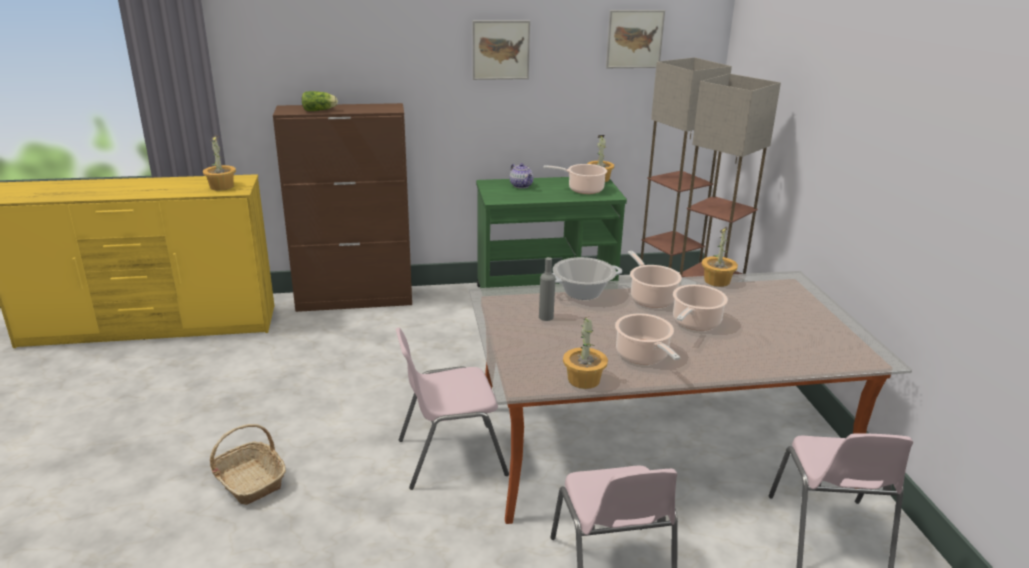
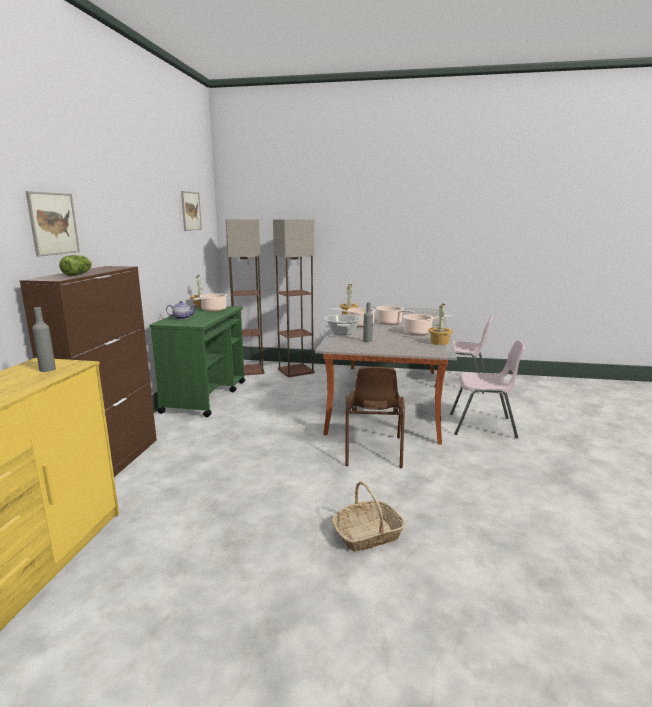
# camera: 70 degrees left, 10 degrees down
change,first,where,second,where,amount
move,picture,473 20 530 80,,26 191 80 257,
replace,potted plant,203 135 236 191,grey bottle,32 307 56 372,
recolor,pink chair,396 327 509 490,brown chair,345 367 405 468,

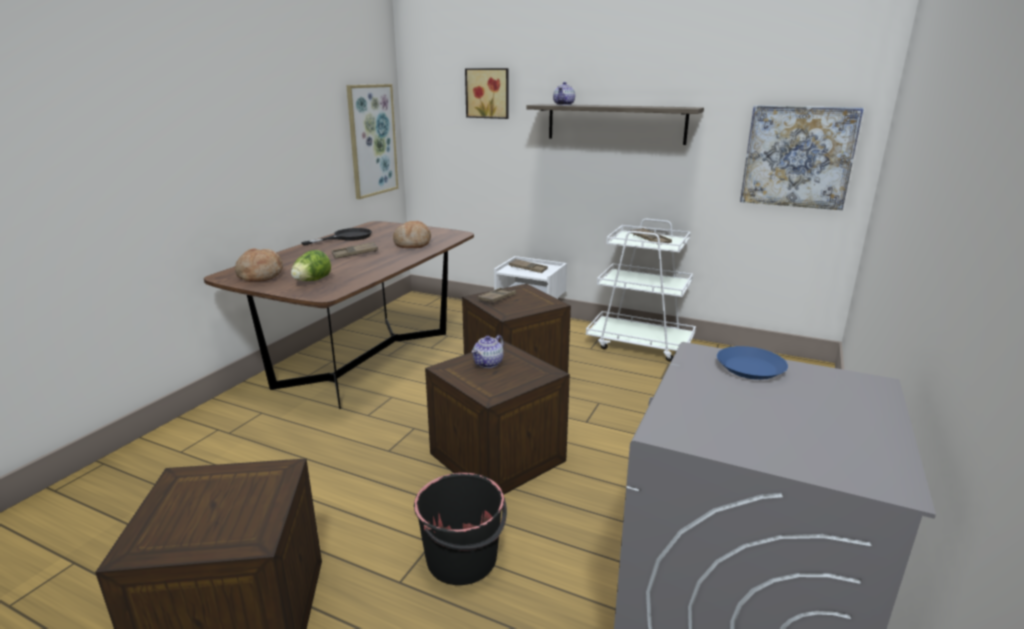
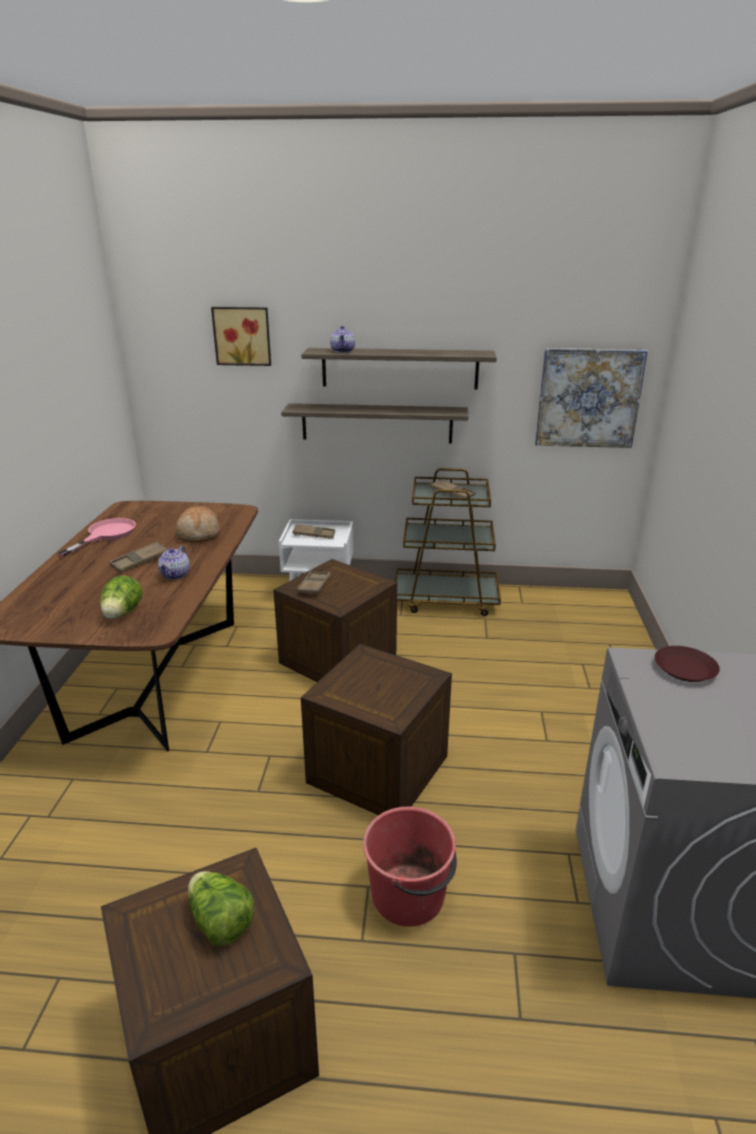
# camera: 20 degrees left, 5 degrees up
change,first,where,second,where,amount
delete,picture,346 84 398 199,,,
recolor,white cart,586 219 696 362,brown cart,395 468 501 616,
recolor,black frying pan,301 228 372 245,pink frying pan,57 518 136 557,
delete,bread,235 248 283 282,,,
move,teapot,472 335 504 368,,158 546 190 580,
recolor,blue plate,717 346 788 380,brown plate,655 646 720 682,
recolor,black bucket,414 473 507 585,red bucket,363 807 457 927,
insert,,,shelf,281 403 468 443,
insert,,,lettuce,188 871 254 946,

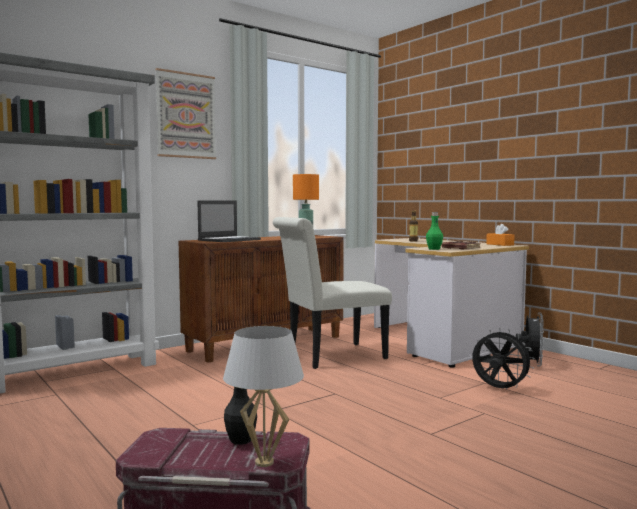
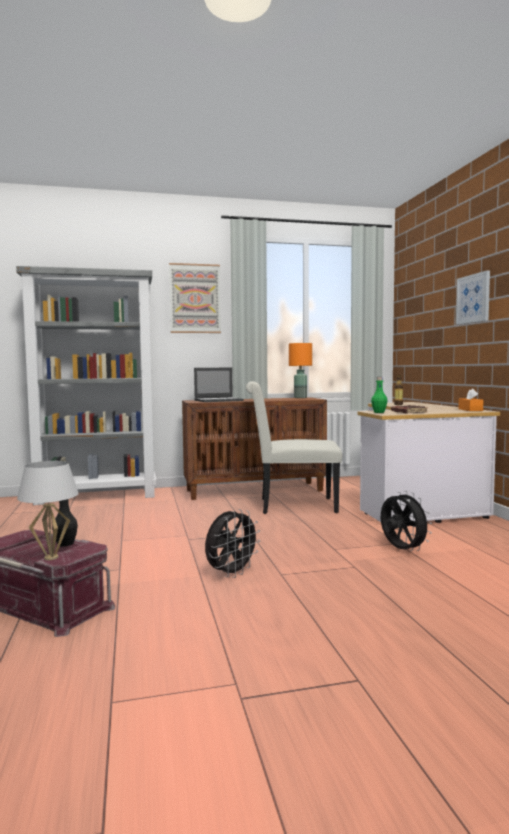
# camera: 25 degrees right, 0 degrees up
change,first,where,second,where,amount
move,black fan,516 312 544 366,,205 509 260 578,
insert,,,picture,456 270 490 325,

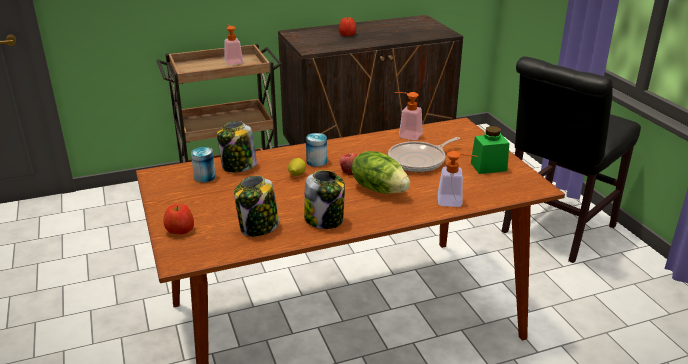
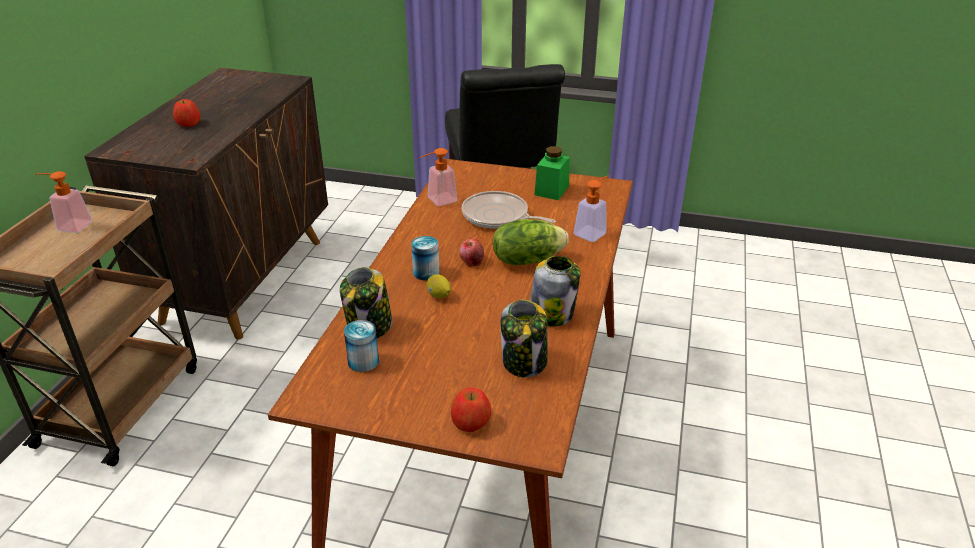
# camera: 55 degrees left, 5 degrees up
change,first,where,second,where,amount
rotate,frying pan,388 137 460 172,,462 191 556 229,120 degrees clockwise

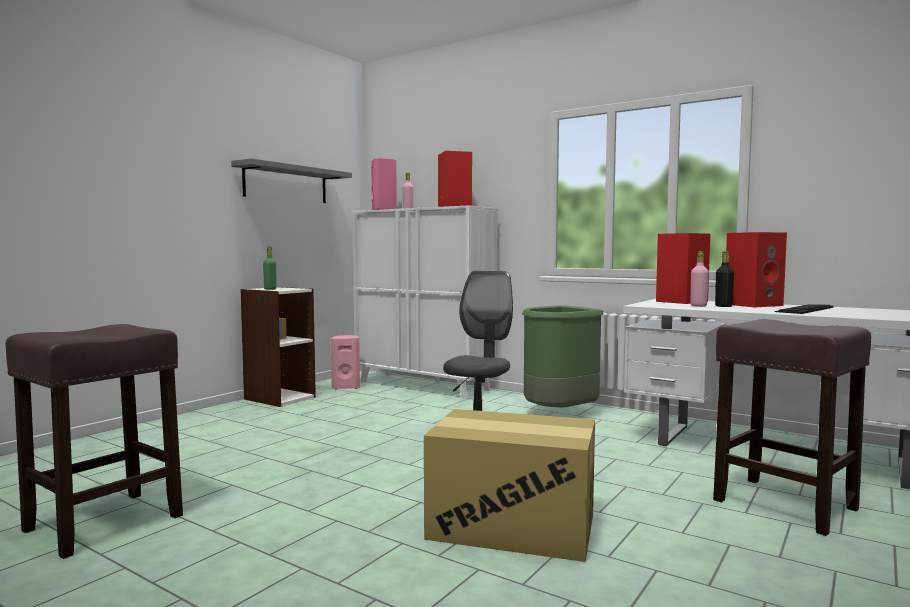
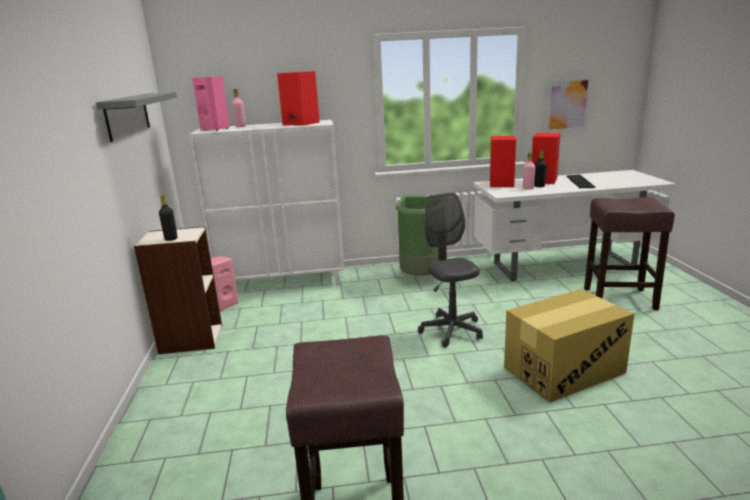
# camera: 40 degrees left, 15 degrees up
change,first,where,second,where,amount
recolor,green bottle,263 247 277 290,black bottle,159 195 177 241,
insert,,,picture,546 77 591 132,

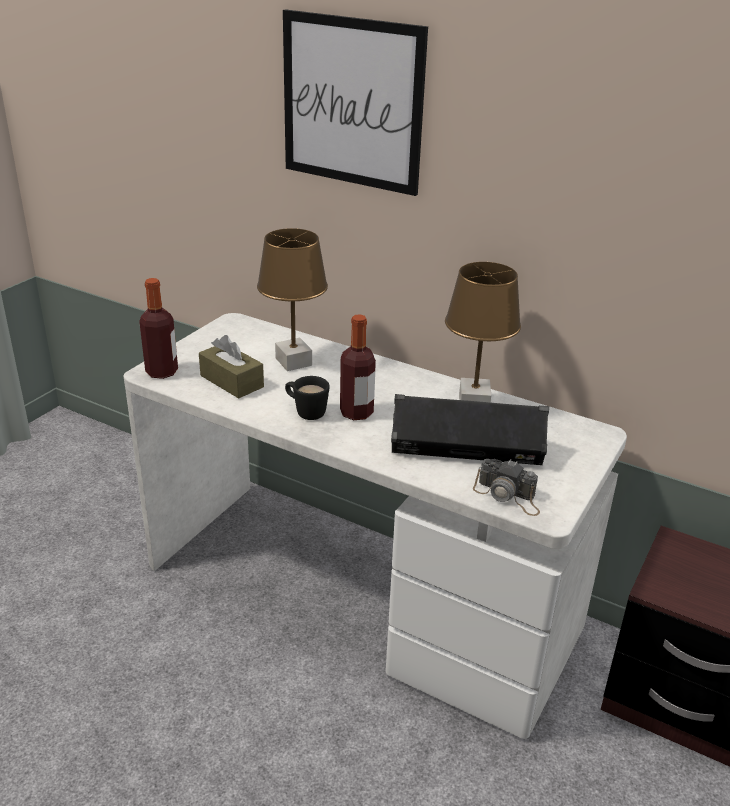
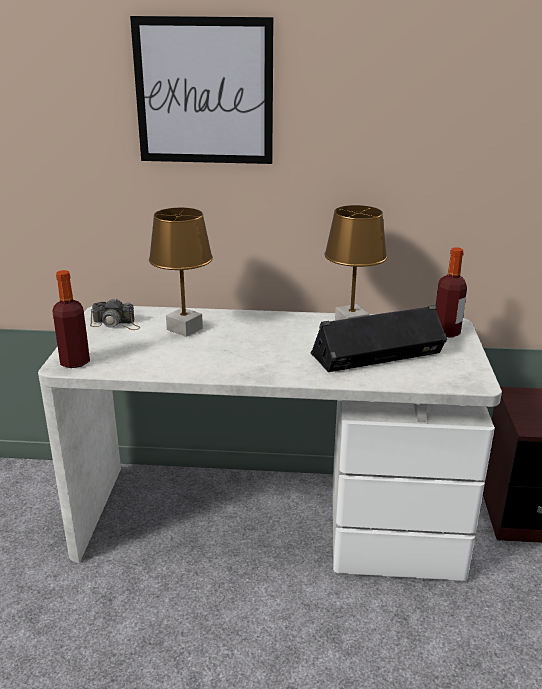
# camera: 25 degrees left, 5 degrees down
change,first,where,second,where,amount
move,bottle,340 314 376 420,,436 248 467 338,
delete,brown tissue box,199 335 264 399,,,
delete,black mug,285 376 330 420,,,
move,photo camera,473 459 540 516,,90 298 140 330,

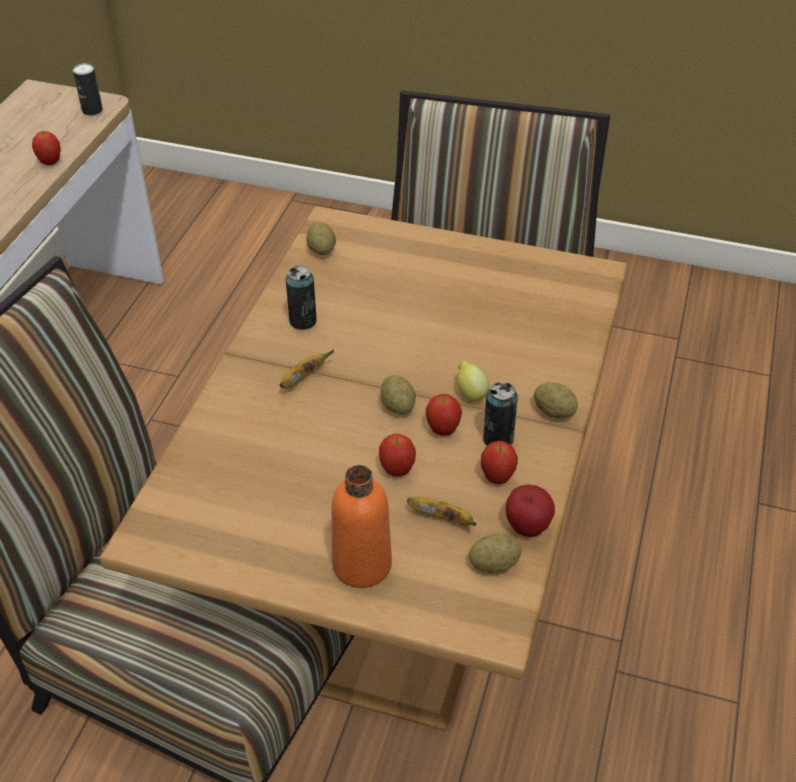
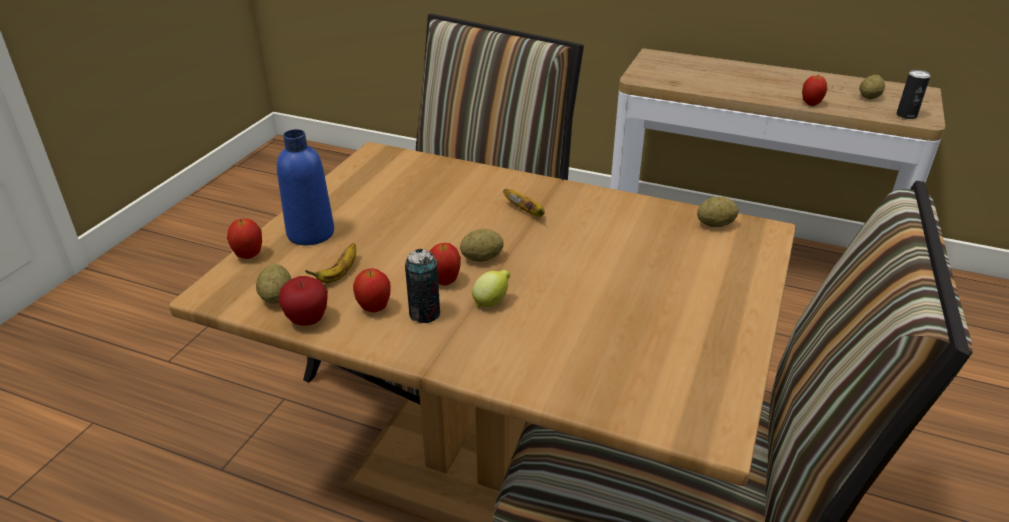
# camera: 95 degrees right, 10 degrees down
change,first,where,second,where,amount
delete,can,286 266 316 330,,,
move,potato,534 382 578 418,,859 75 885 99,
move,apple,379 434 416 477,,227 219 262 259,
recolor,orange bottle,331 465 392 588,blue bottle,277 129 334 245,

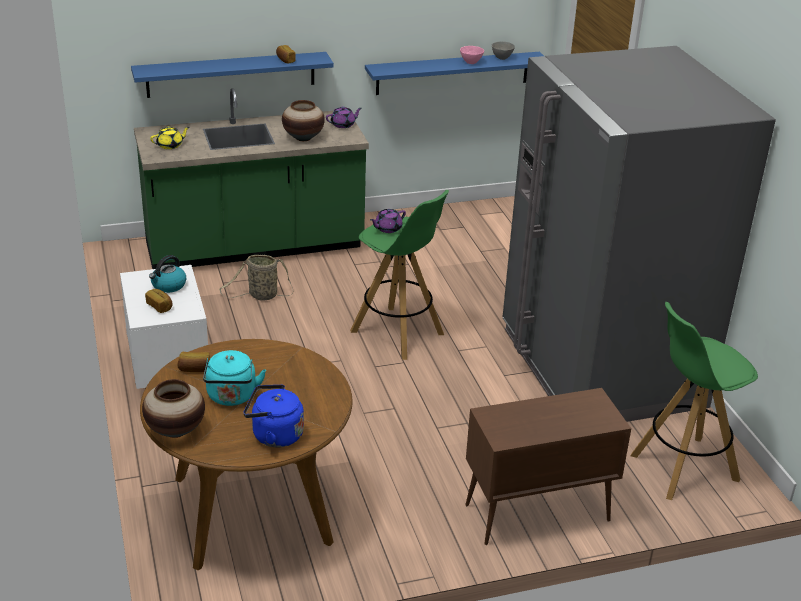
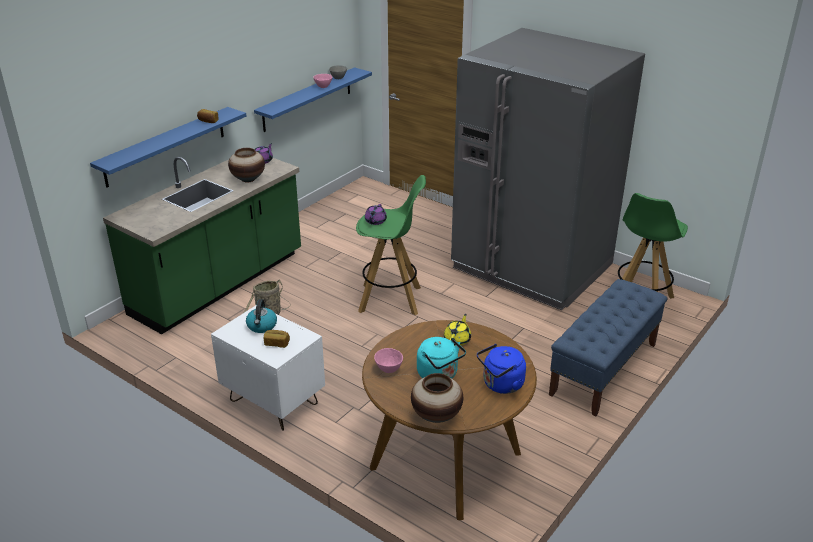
# camera: 35 degrees left, 0 degrees up
change,first,where,second,where,amount
move,yellow teapot,150 127 190 149,,444 314 471 345,
replace,bread,177 352 210 372,pink bowl,374 348 403 373,
replace,brown cabinet,465 388 631 545,blue bench,549 279 667 416,

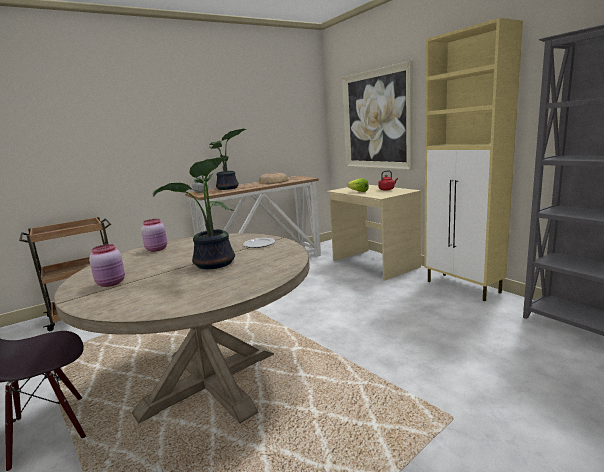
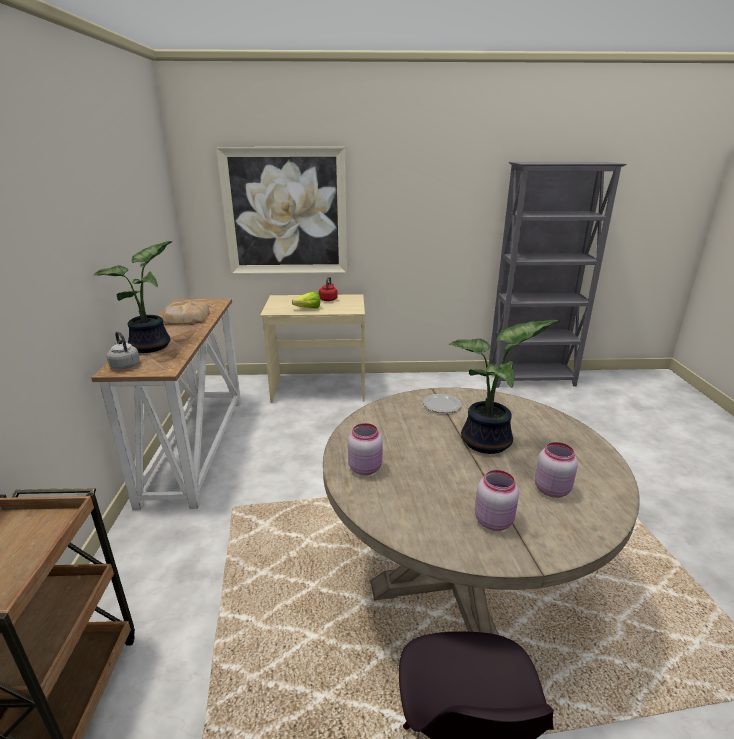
# camera: 60 degrees left, 10 degrees up
change,first,where,second,where,amount
delete,beige cabinet,424 18 523 301,,,
insert,,,pink jar,535 442 578 498,

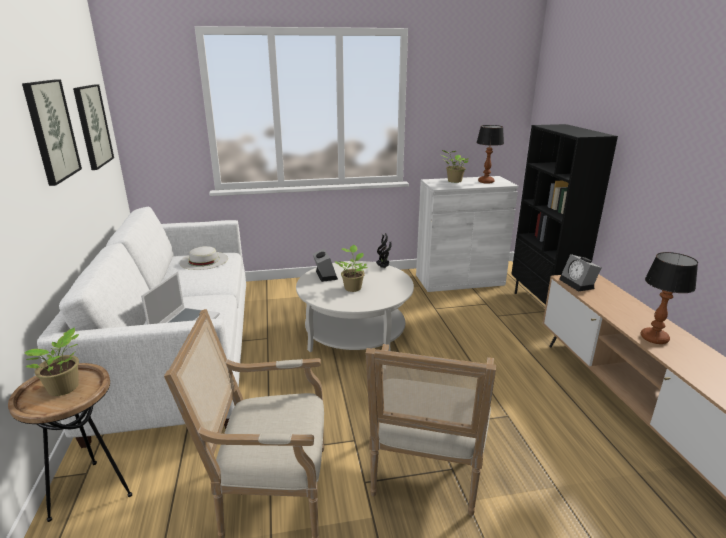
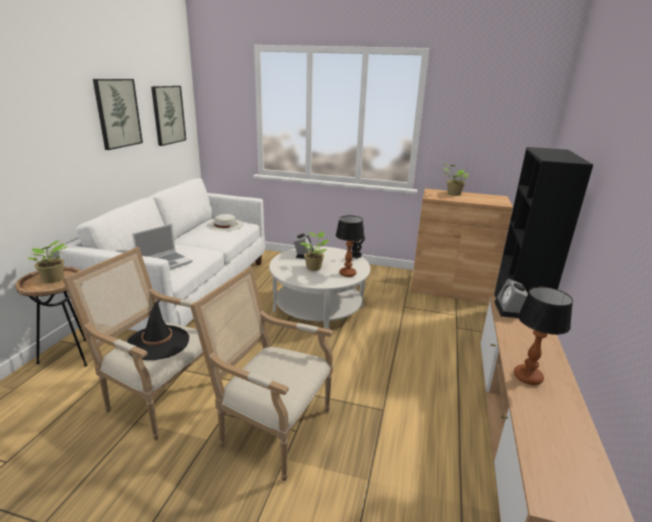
# camera: 25 degrees right, 0 degrees up
change,first,where,second,where,amount
move,table lamp,476 125 504 184,,336 215 365 277,
recolor,white cabinet,416 176 519 292,brown cabinet,411 189 513 304,
rotate,armchair,366 344 496 516,,190 266 334 481,75 degrees clockwise
insert,,,black hat,127 299 189 360,

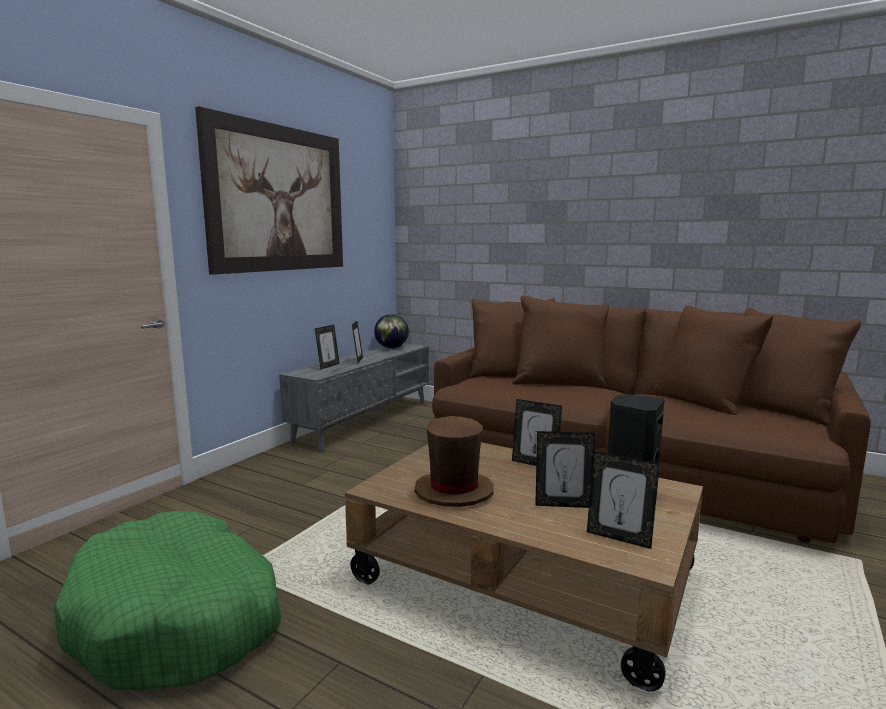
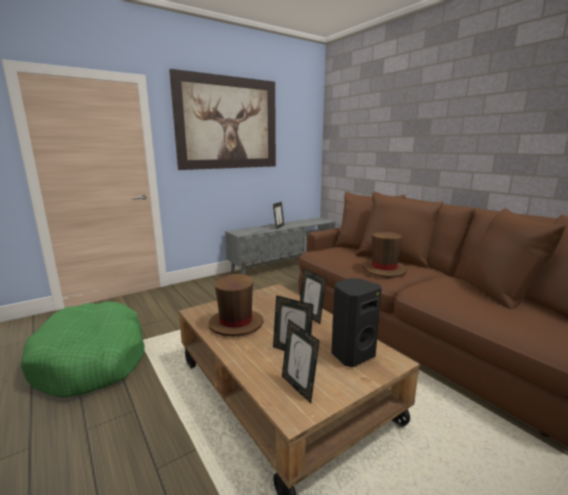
# camera: 25 degrees right, 5 degrees up
change,first,where,second,where,amount
delete,globe,374 314 409 349,,,
delete,picture frame,315 325 340 369,,,
insert,,,brown hat,363 232 406 278,

